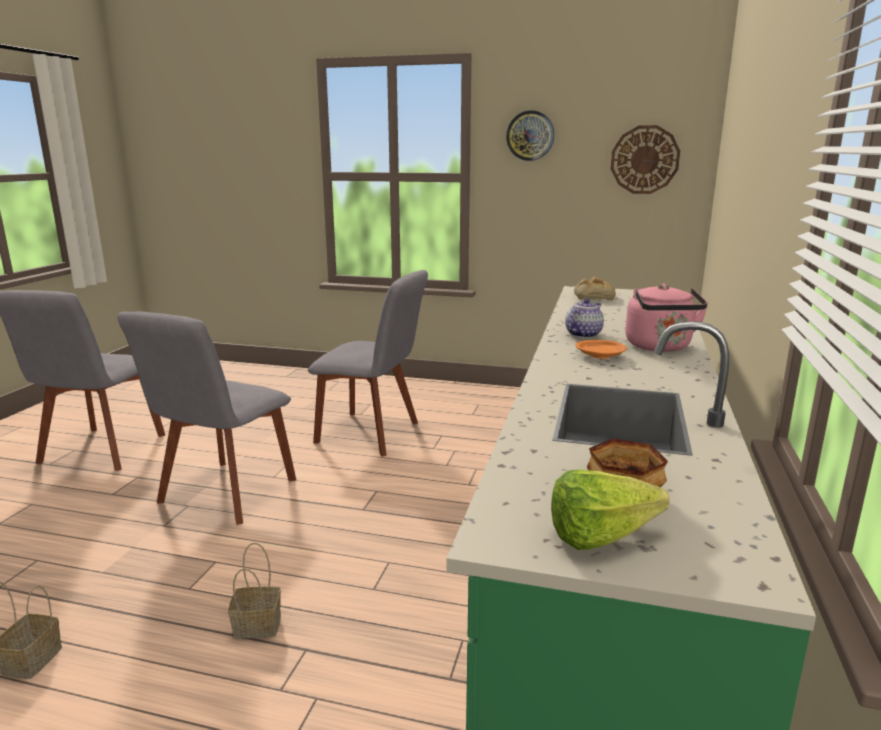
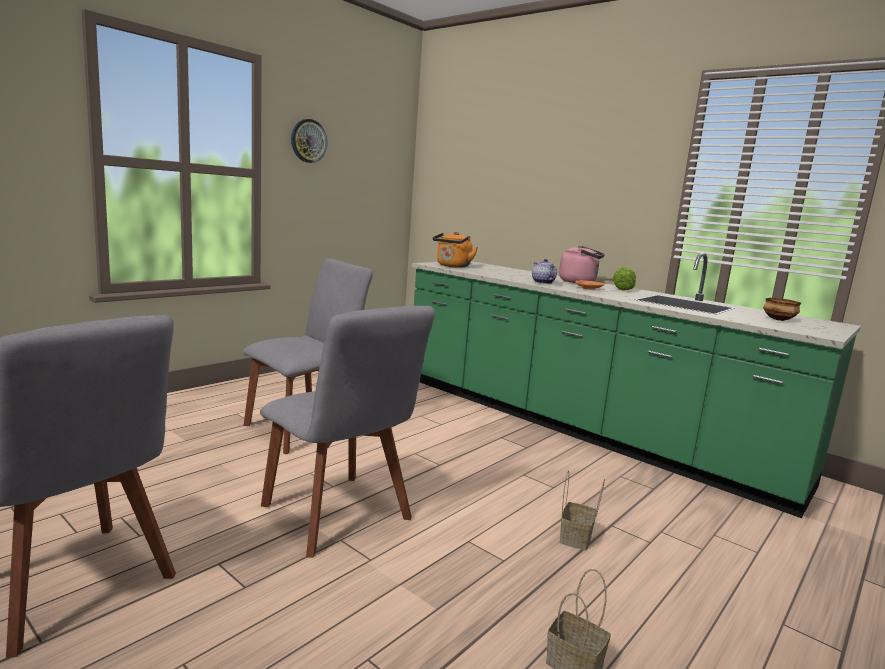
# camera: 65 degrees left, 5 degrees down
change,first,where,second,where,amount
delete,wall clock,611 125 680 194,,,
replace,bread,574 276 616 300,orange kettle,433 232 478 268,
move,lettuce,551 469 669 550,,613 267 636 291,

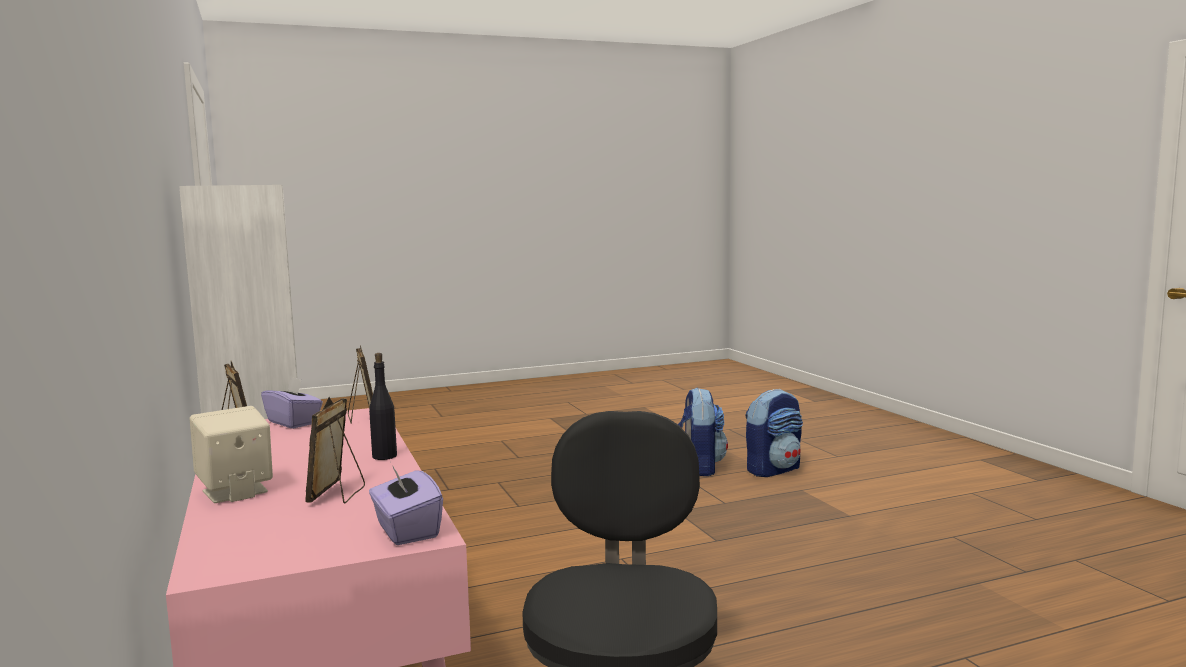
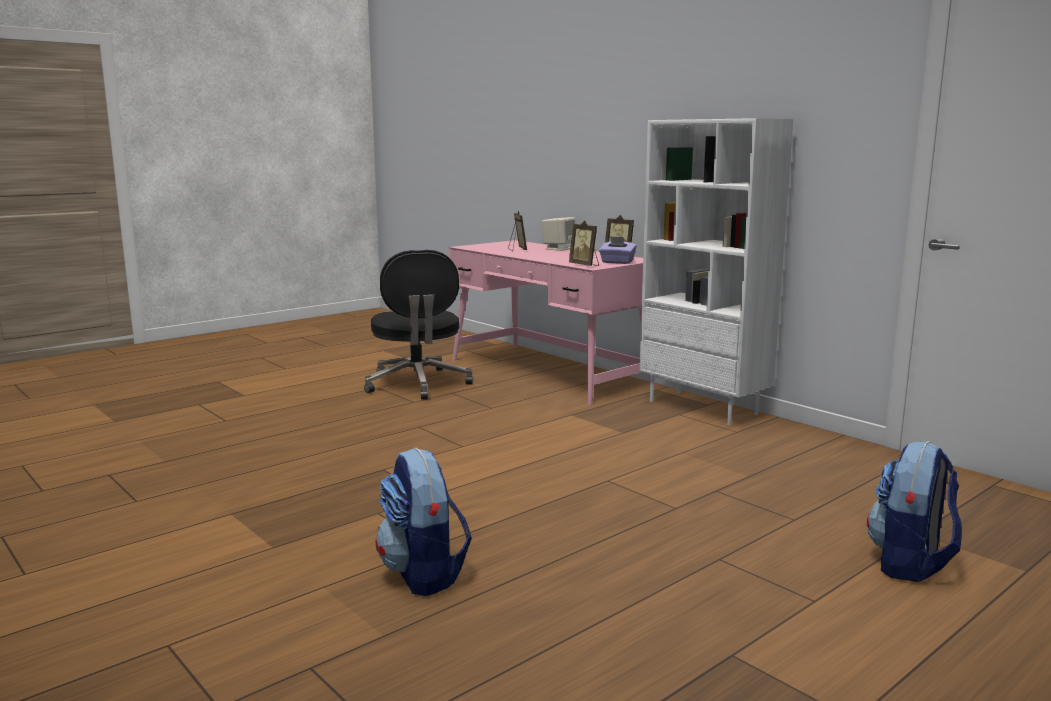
# camera: 160 degrees right, 5 degrees up
change,first,where,second,where,amount
delete,black bottle,369 353 397 460,,,
move,backpack,745 389 803 477,,867 441 962 582,
delete,purple tissue box,369 465 443 545,,,

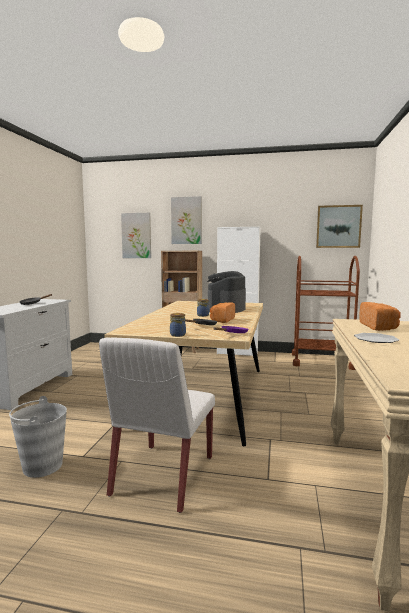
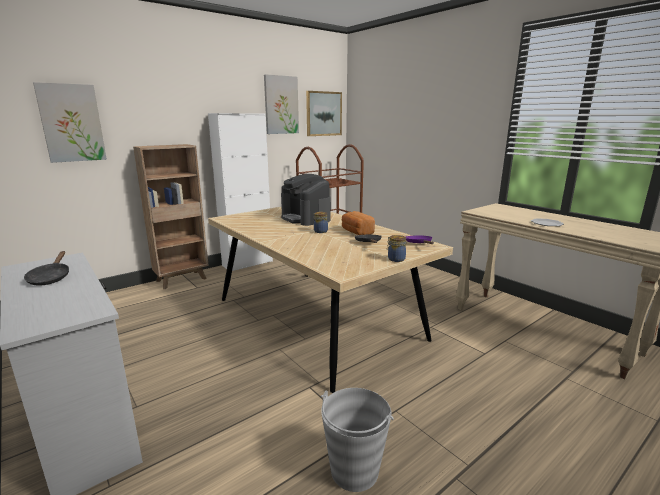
# camera: 50 degrees left, 10 degrees up
change,first,where,second,where,amount
move,picture,171 196 202 244,,264 74 299 134,
delete,bread,359 302 401 331,,,
delete,white chair,99 337 215 513,,,

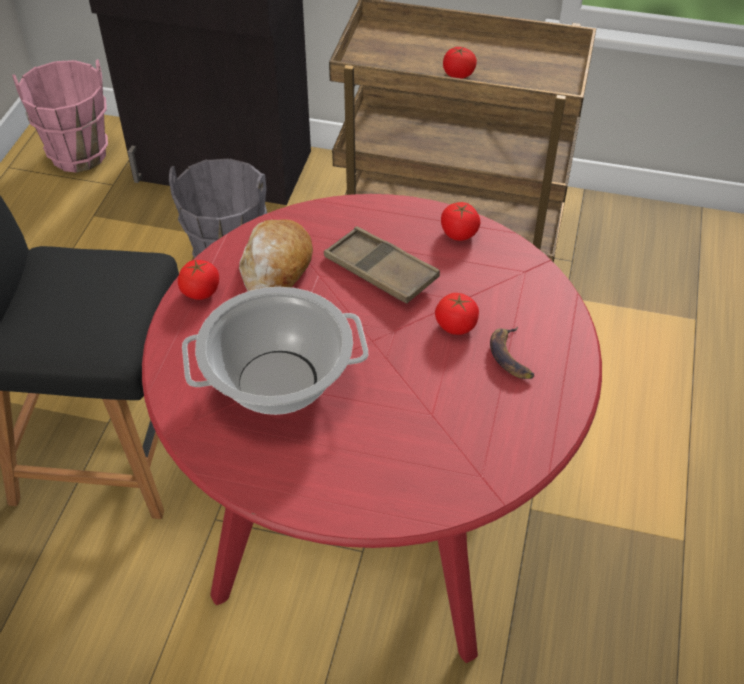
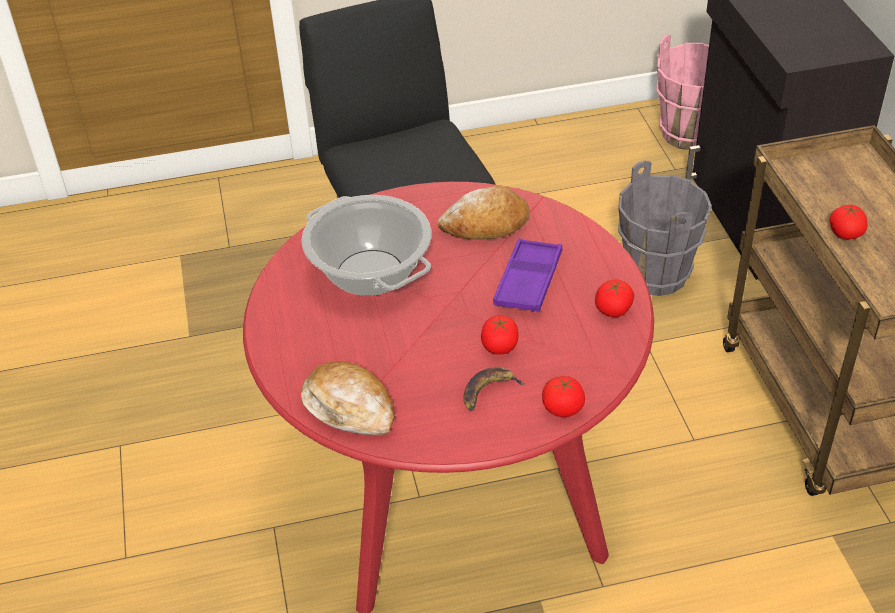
# camera: 65 degrees right, 5 degrees down
change,first,where,second,where,amount
recolor,brown tray,324 226 440 304,purple tray,493 238 562 312,
move,tomato,178 260 219 300,,542 376 585 417,
insert,,,bread,301 361 395 435,

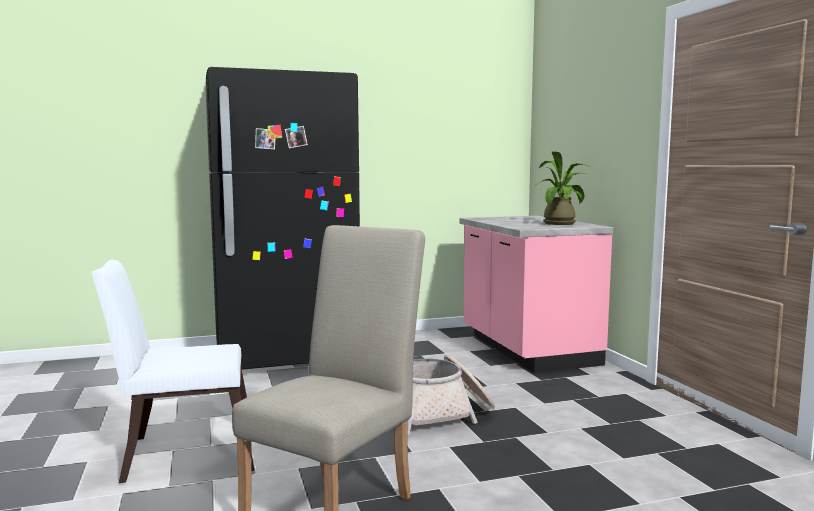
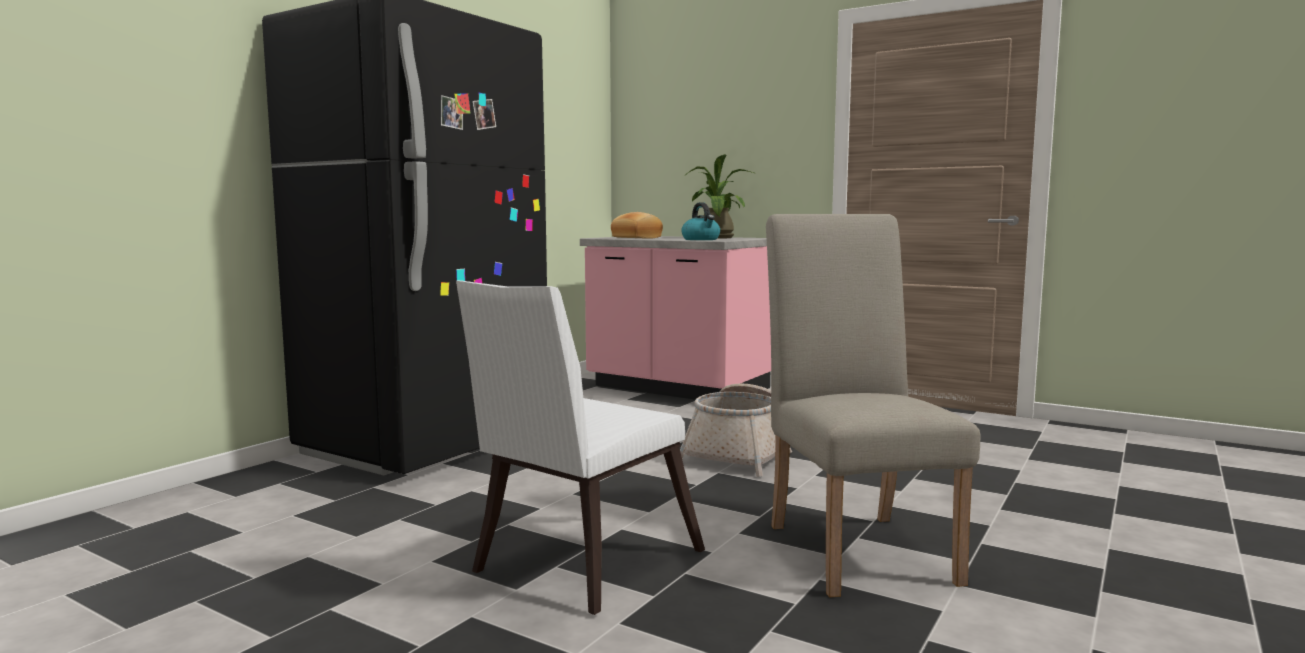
# camera: 40 degrees left, 0 degrees up
change,first,where,second,where,amount
insert,,,kettle,681 202 720 240,
insert,,,bread,611 212 663 239,

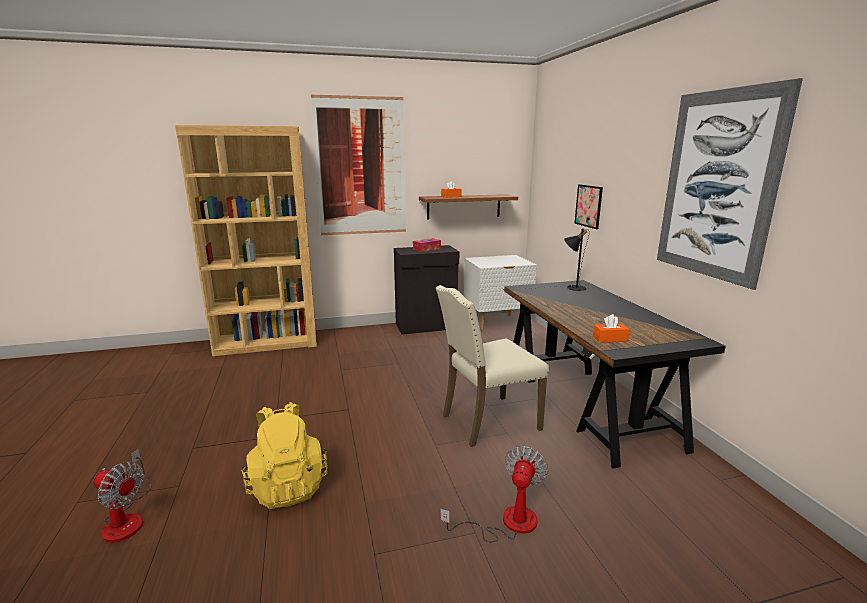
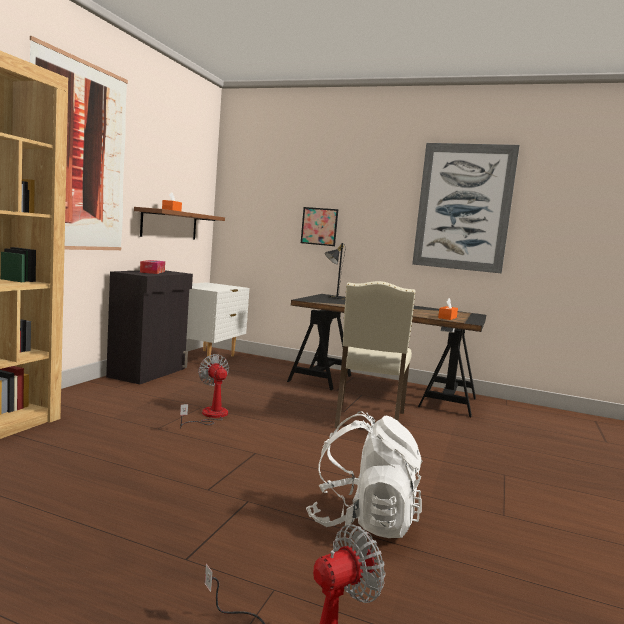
# camera: 55 degrees left, 10 degrees down
change,first,where,second,where,amount
recolor,yellow backpack,241 402 328 509,white backpack,306 411 422 538,
move,fan,440 446 548 542,,180 354 229 429,

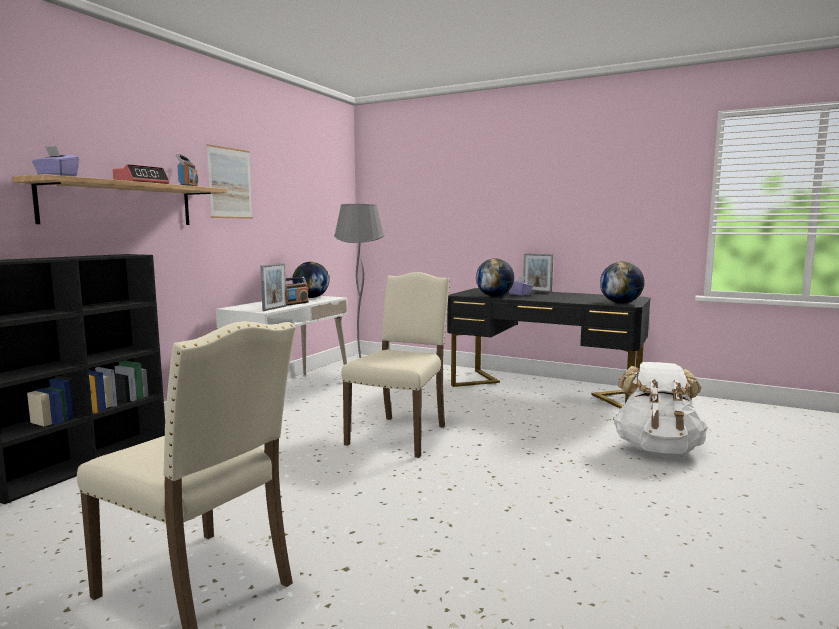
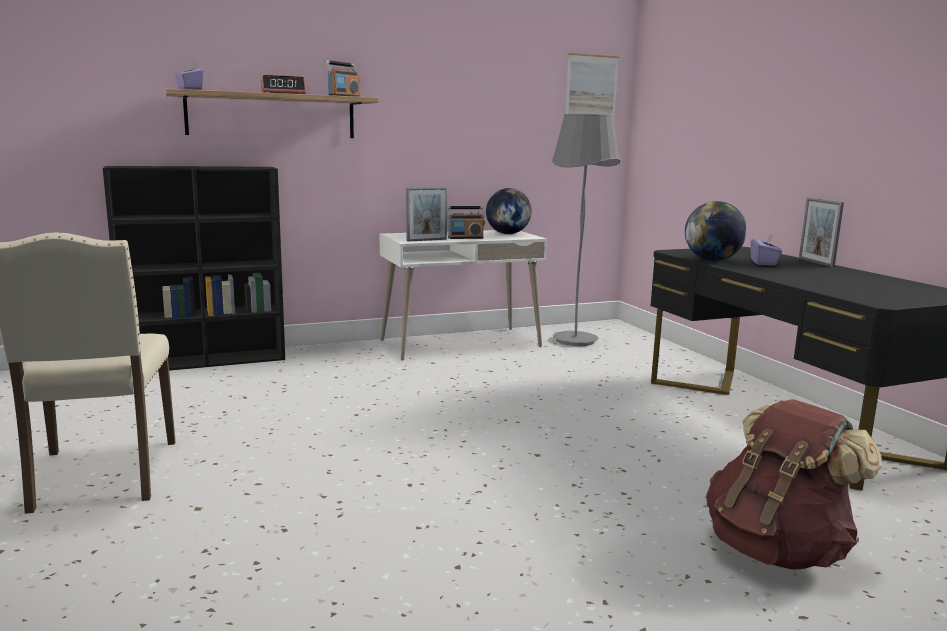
# camera: 40 degrees right, 5 degrees up
change,first,where,second,where,amount
move,picture,207 144 253 219,,566 53 619 125,
delete,globe,600 262 644 304,,,
delete,beige chair,341 272 450 458,,,
recolor,white backpack,613 362 708 454,brown backpack,706 399 883 570,

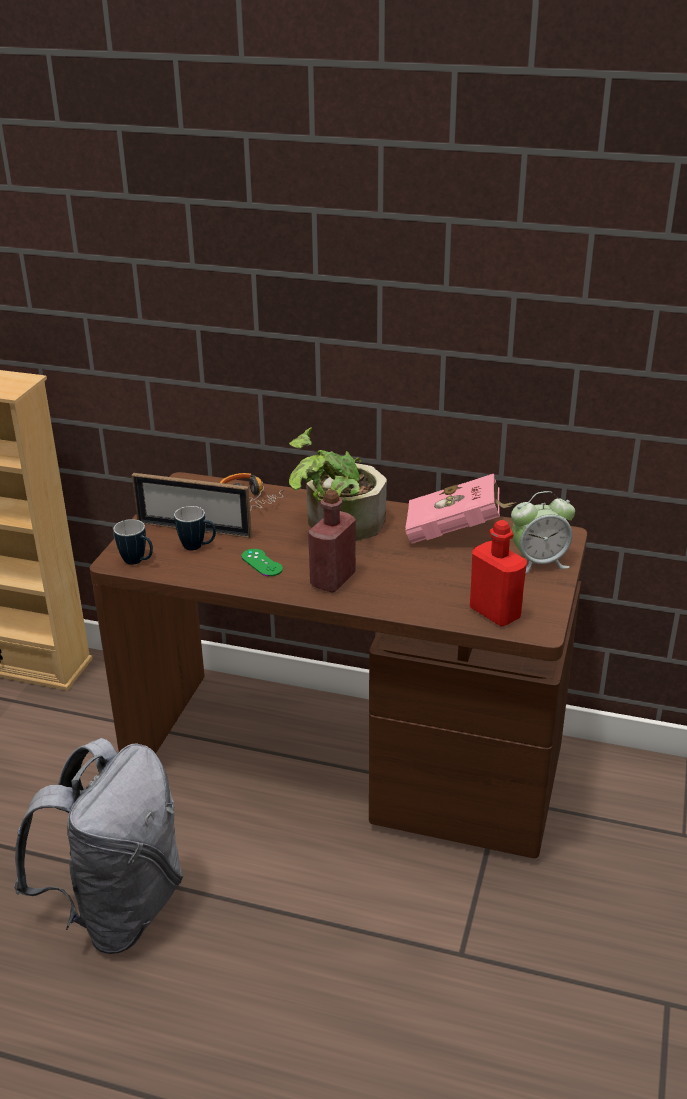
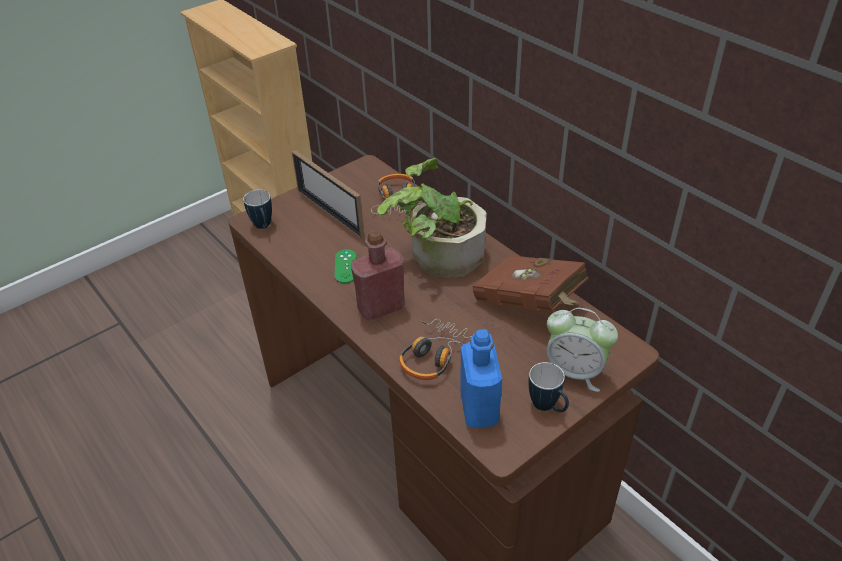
# camera: 35 degrees right, 10 degrees up
change,first,where,second,where,amount
recolor,pink book,405 474 516 544,brown book,473 255 589 312,
move,mug,174 506 216 550,,529 362 569 412,
recolor,red bottle,470 520 527 626,blue bottle,460 329 502 428,
delete,grey backpack,14 738 183 954,,,
insert,,,headphones,399 319 472 380,

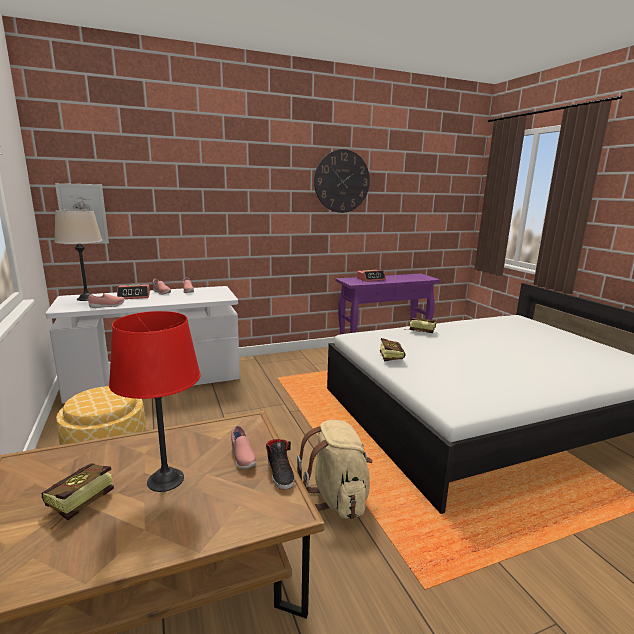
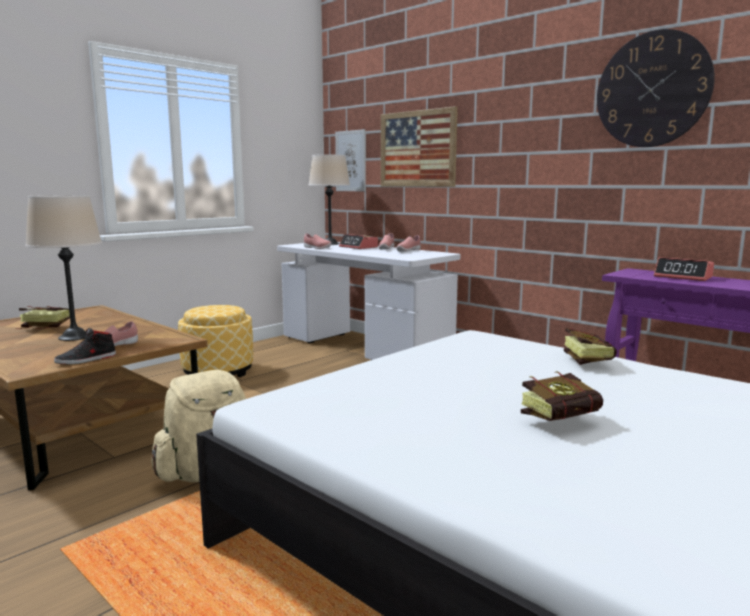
# camera: 65 degrees right, 5 degrees down
change,first,where,second,where,amount
recolor,red table lamp,109 311 201 492,beige table lamp,25 195 102 341,
move,book,380 338 405 362,,521 371 603 421,
insert,,,picture,381 106 458 187,

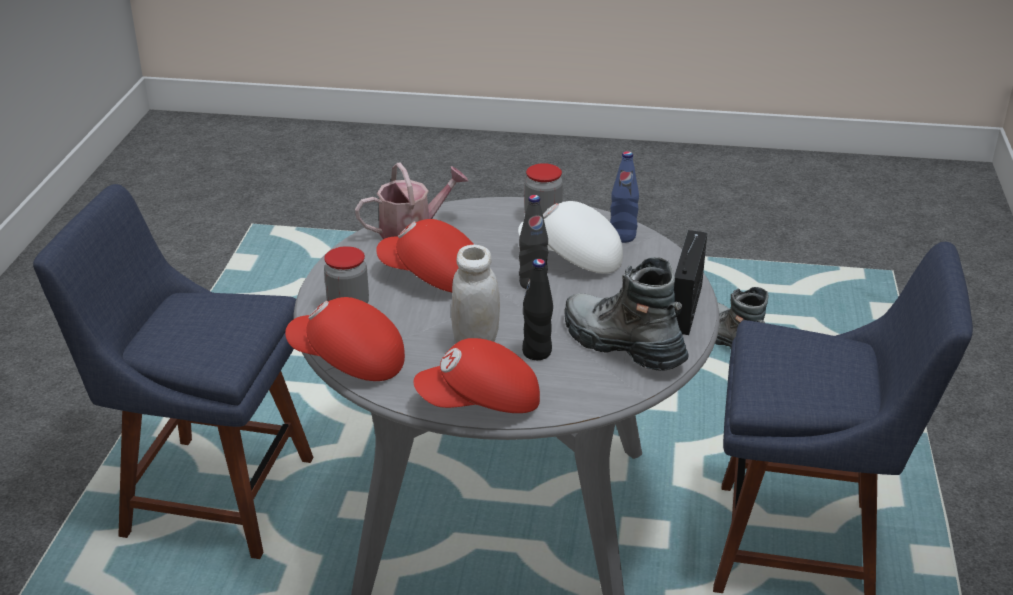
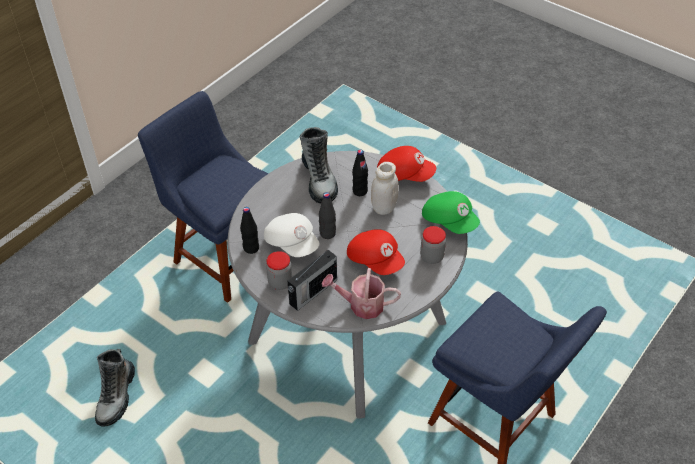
# camera: 150 degrees left, 15 degrees up
change,first,where,second,where,amount
recolor,blue bottle,610 151 639 243,black bottle,240 207 259 254,
move,radio,674 230 707 335,,288 250 337 311,
recolor,red cap,285 297 405 381,green cap,422 191 480 234,

